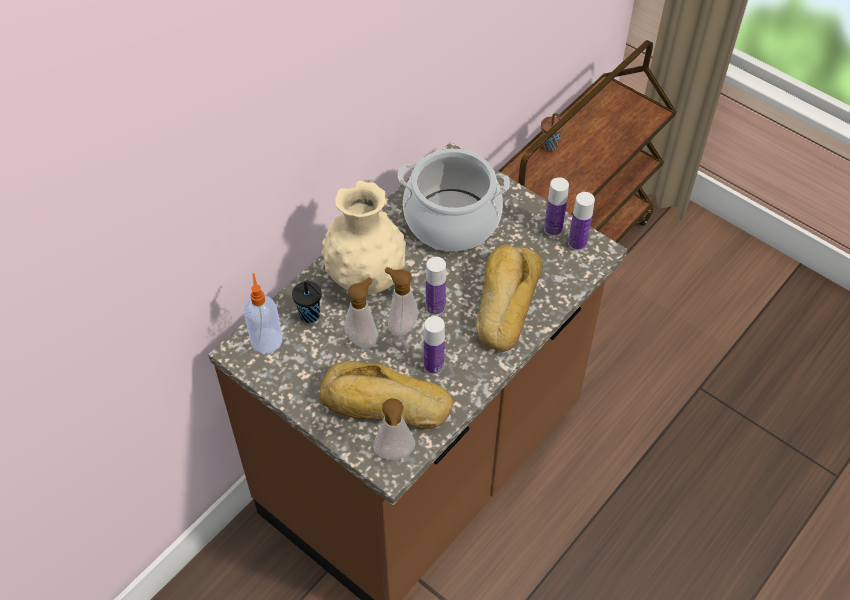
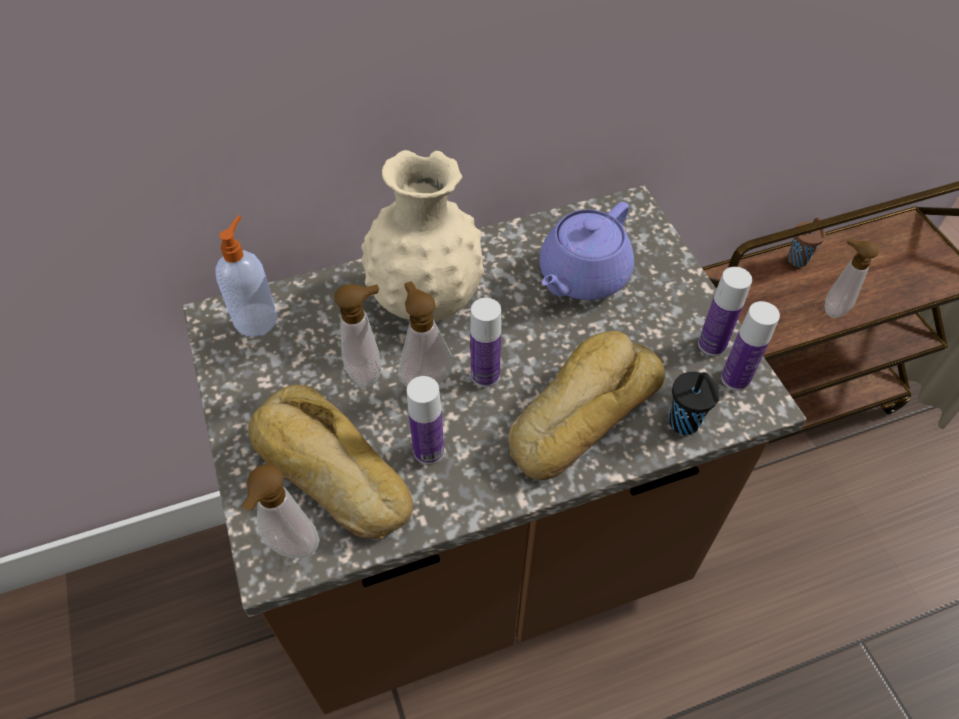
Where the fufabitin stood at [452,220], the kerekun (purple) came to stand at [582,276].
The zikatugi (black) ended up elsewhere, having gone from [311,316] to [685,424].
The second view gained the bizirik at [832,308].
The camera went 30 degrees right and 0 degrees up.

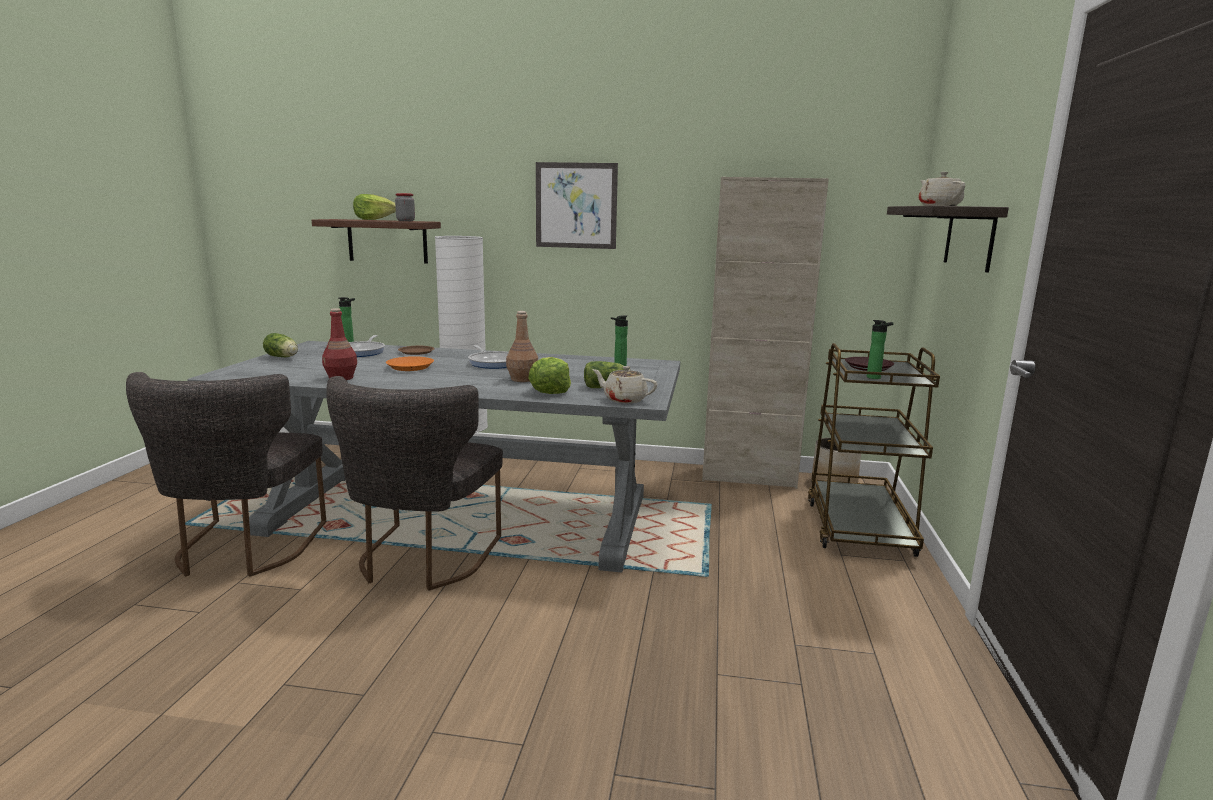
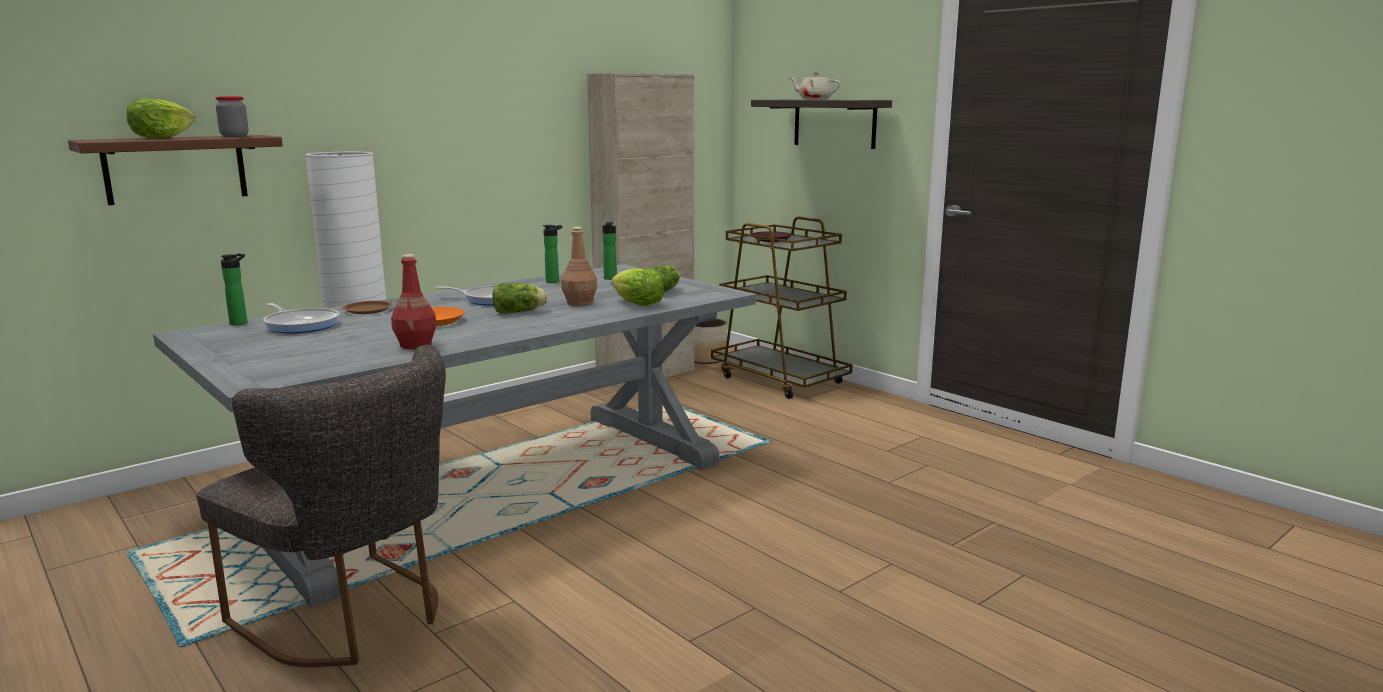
The second view lost the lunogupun at [576,205].
The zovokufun ended up elsewhere, having gone from [875,378] to [554,281].
The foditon ended up elsewhere, having gone from [283,357] to [521,312].
The second view lost the kerekun (beige) at [624,399].
The second view lost the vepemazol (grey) at [422,560].
The camera went 50 degrees left and 0 degrees up.

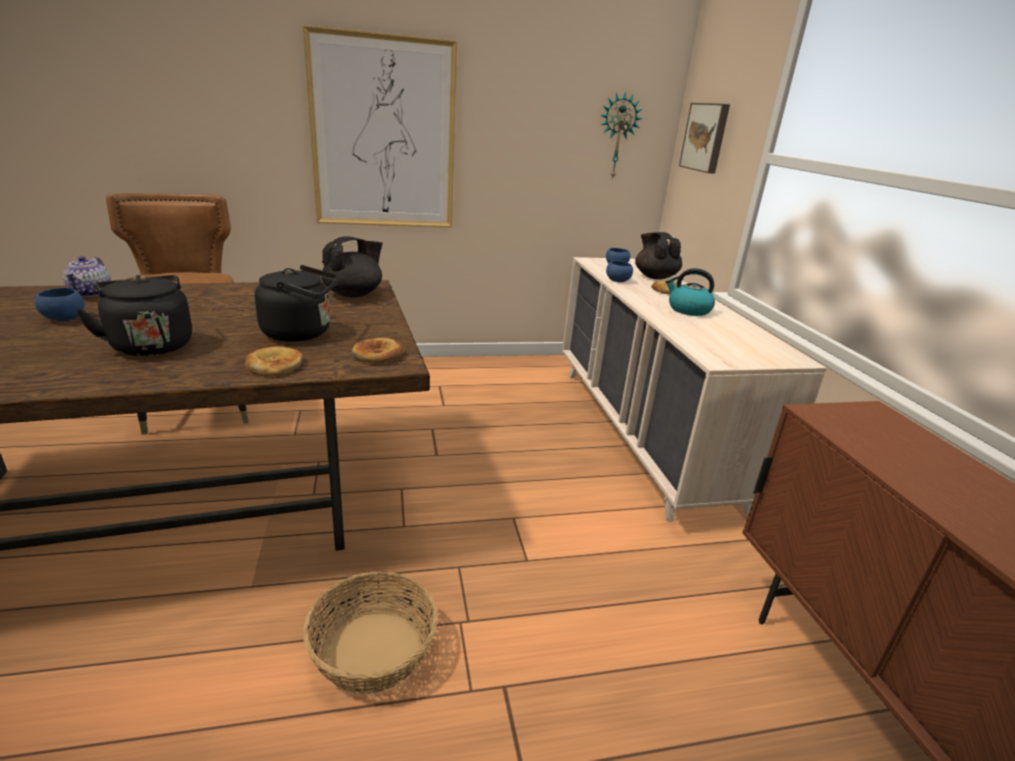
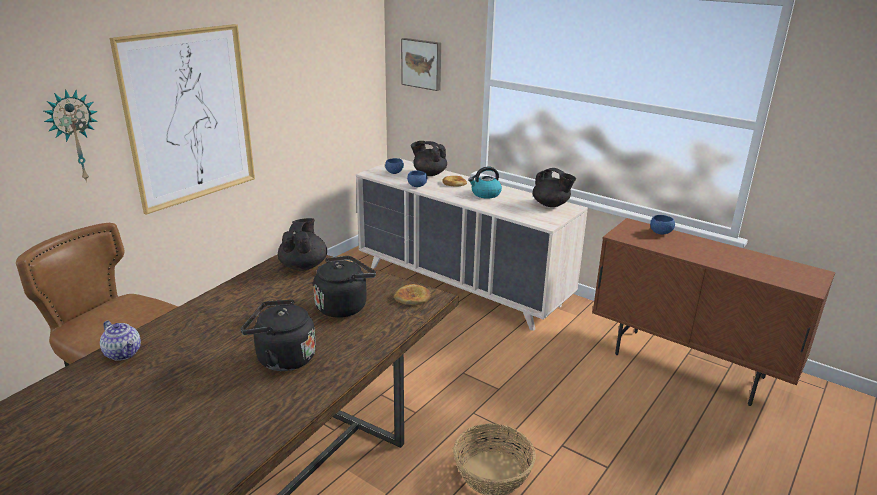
The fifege ended up elsewhere, having gone from [617,136] to [74,136].
The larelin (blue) ended up elsewhere, having gone from [64,319] to [660,233].
The second view lost the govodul at [274,365].
The second view gained the kerekun (black) at [551,205].
The camera went 40 degrees left and 0 degrees up.

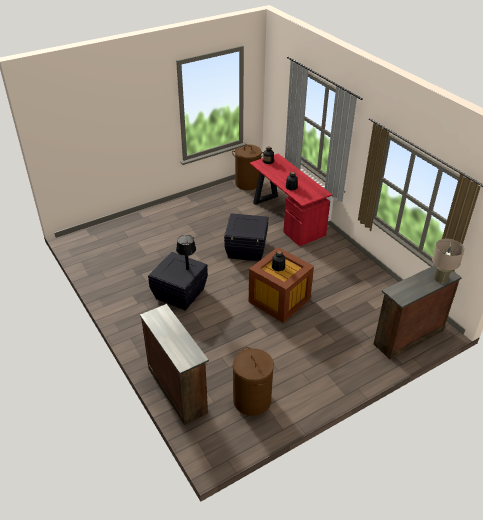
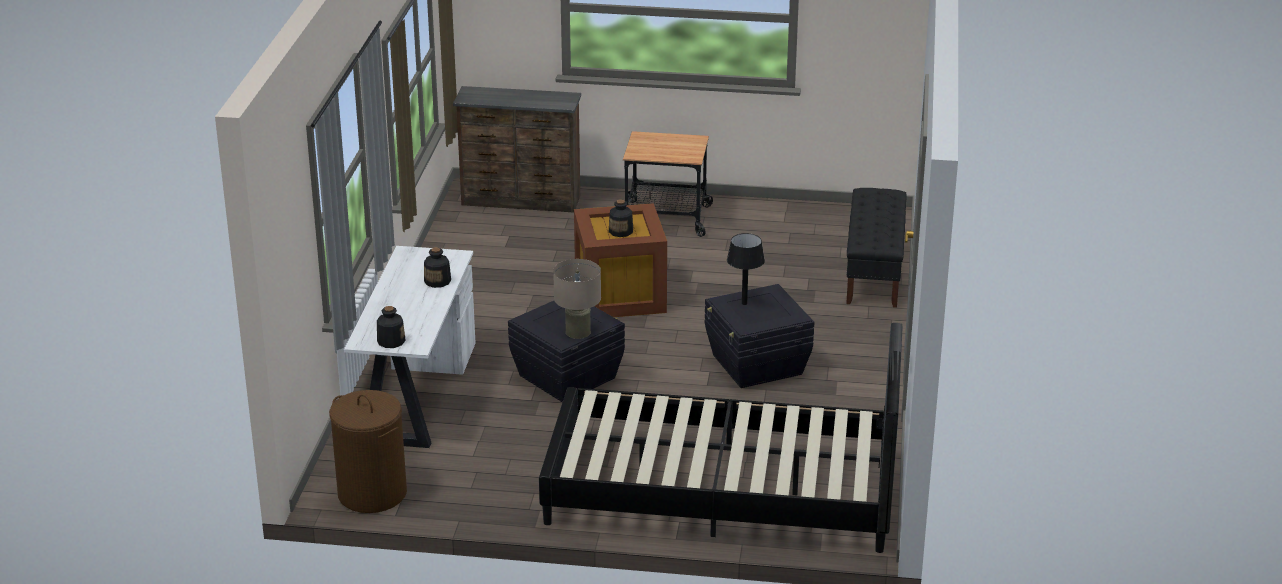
What was the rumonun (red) at [286,218] turned into the rumonun (white) at [416,393].
The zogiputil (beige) ended up elsewhere, having gone from [440,278] to [578,332].
Where the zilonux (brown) stood at [178,389], the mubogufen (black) came to stand at [874,272].
The second view lost the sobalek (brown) at [252,400].
The second view gained the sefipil at [665,218].
The second view gained the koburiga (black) at [721,492].
The camera went 140 degrees left and 10 degrees down.

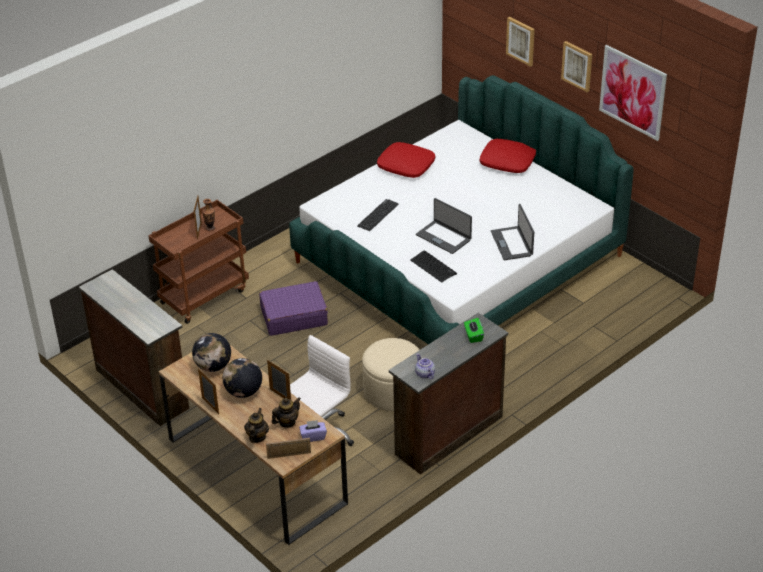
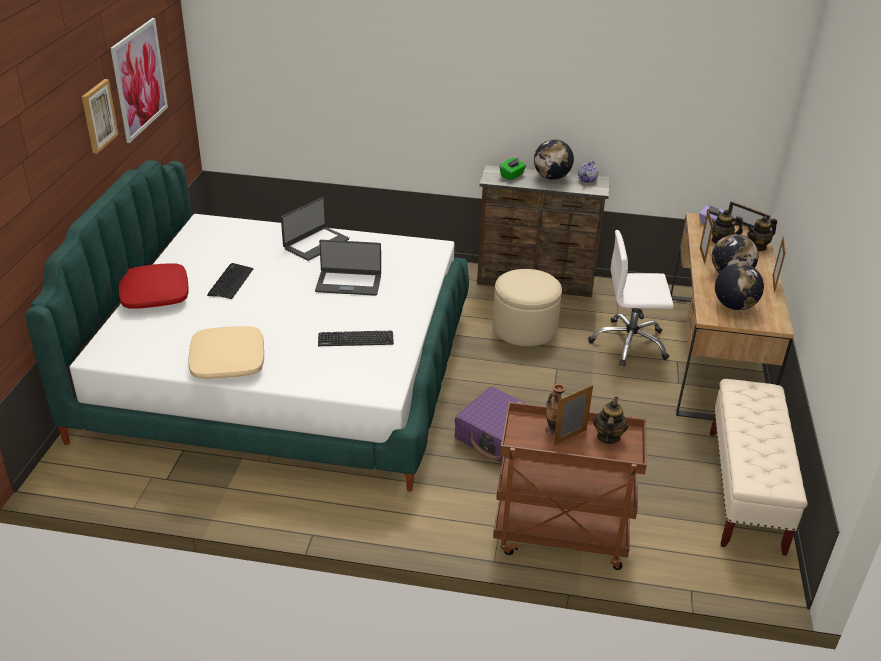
The second view lost the lunogupun at [521,41].
What was the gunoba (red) at [406,166] turned into the gunoba (beige) at [227,361].
The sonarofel at [444,237] ended up facing another way, 90 degrees clockwise from before.
The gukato ended up elsewhere, having gone from [433,267] to [230,282].
Where the zilonux (brown) stood at [143,387], the mubogufen (beige) came to stand at [745,491].
The second view gained the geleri at [551,177].
The second view gained the kerekun at [608,437].
The camera went 130 degrees left and 5 degrees down.

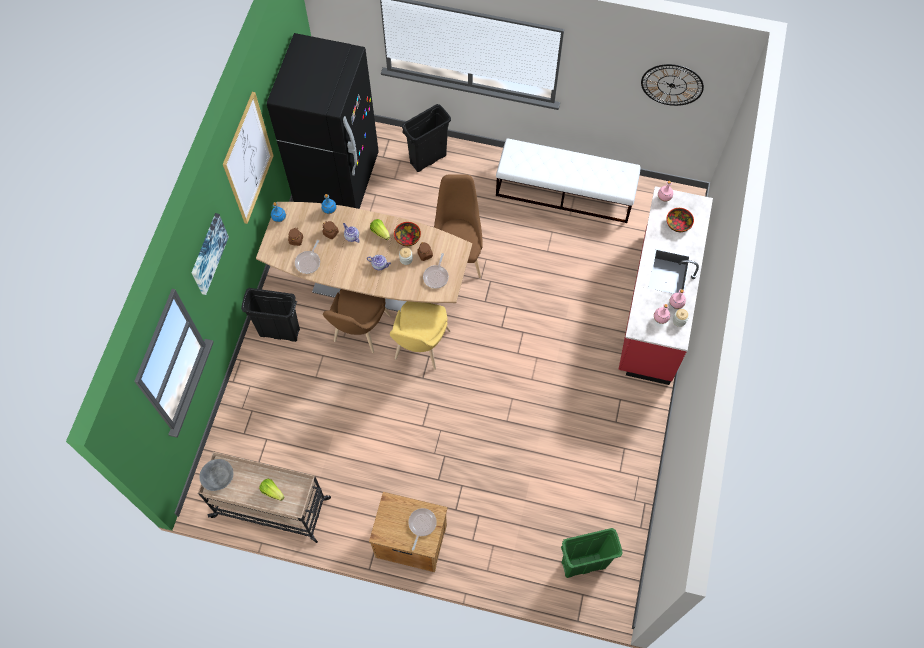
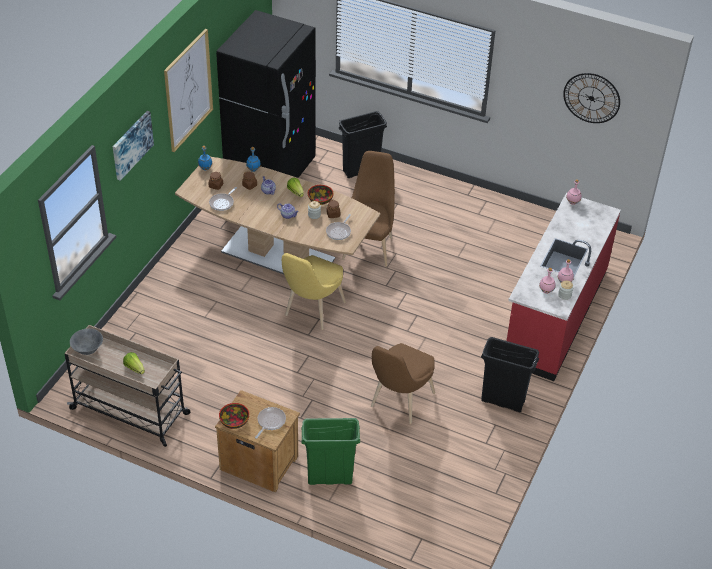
The second view lost the mubogufen (white) at [565,192].
The larelin ended up elsewhere, having gone from [678,224] to [234,421].
The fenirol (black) ended up elsewhere, having gone from [279,332] to [502,401].
The vepemazol (brown) ended up elsewhere, having gone from [359,331] to [399,402].
The fenirol (green) ended up elsewhere, having gone from [583,565] to [329,478].
The camera went 10 degrees right and 20 degrees down.

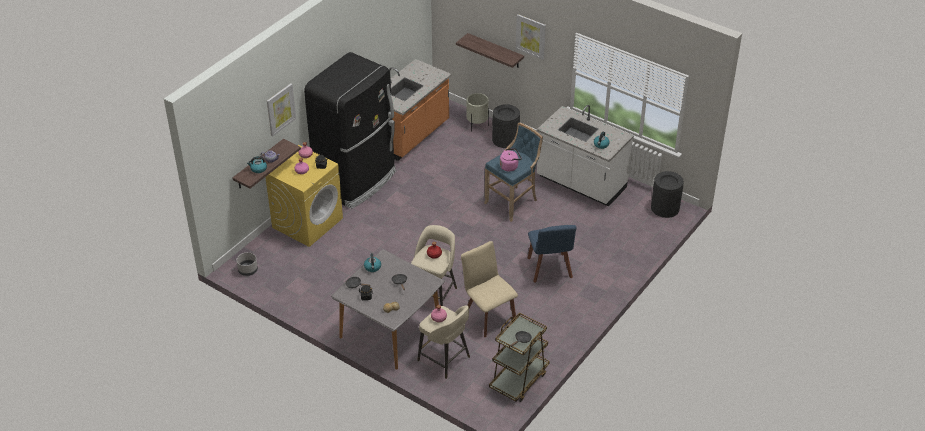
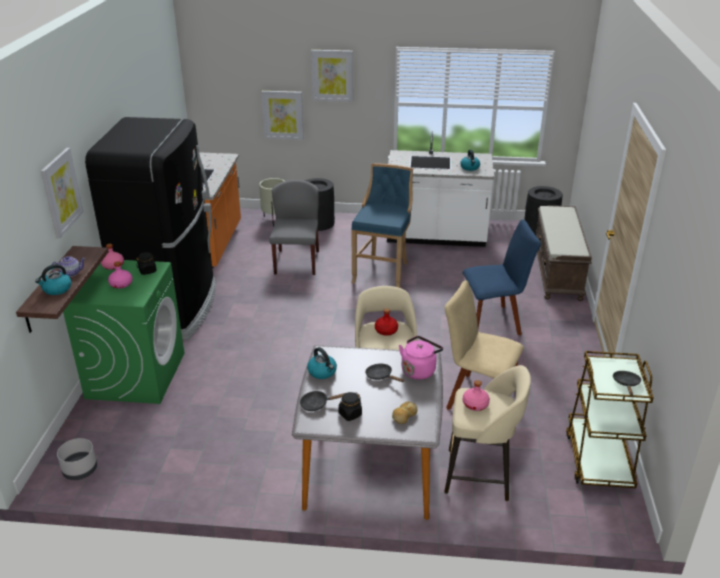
Where the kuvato hung at [495,51], the lunogupun came to hang at [283,115].
What was the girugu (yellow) at [307,222] turned into the girugu (green) at [136,375].
The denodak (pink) ended up elsewhere, having gone from [510,166] to [419,370].
The vepemazol (blue) at [550,269] ended up facing another way, 60 degrees counterclockwise from before.
The second view gained the vepemazol (grey) at [296,262].
The second view gained the mubogufen (brown) at [558,271].
The camera went 30 degrees left and 10 degrees down.

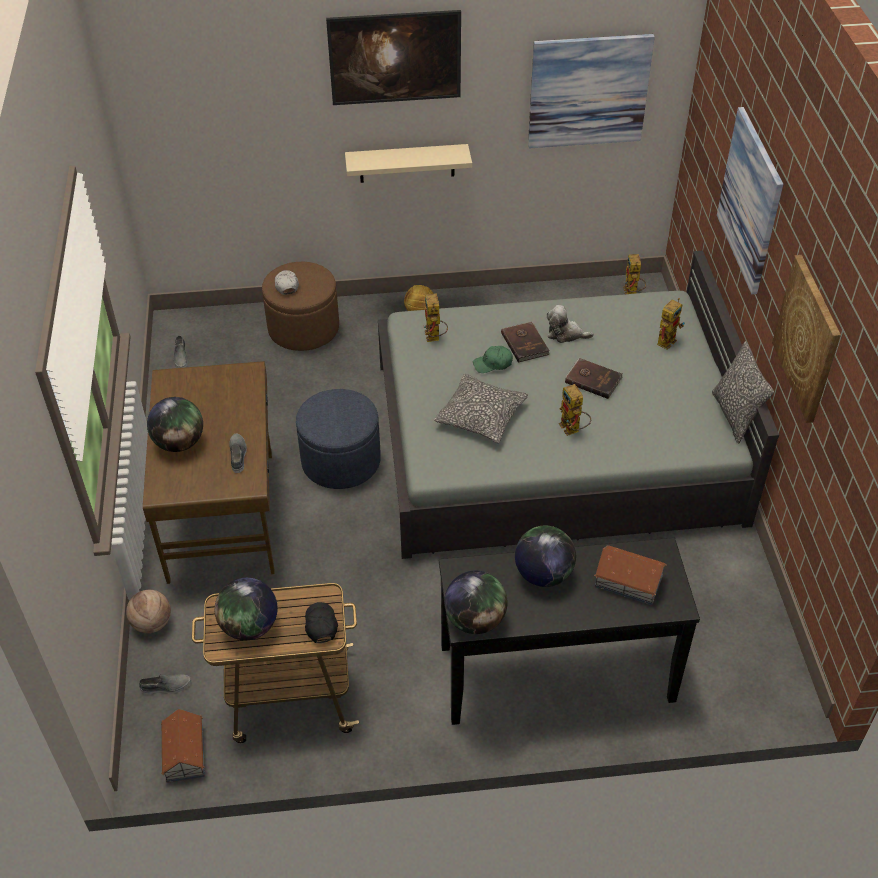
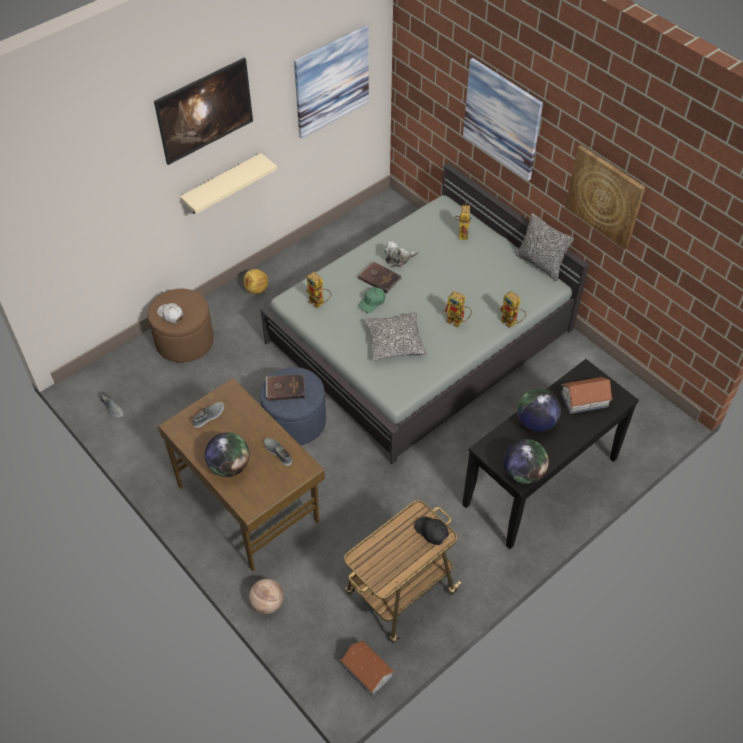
The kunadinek ended up elsewhere, having gone from [632,293] to [511,323].
The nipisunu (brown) ended up elsewhere, having gone from [593,379] to [285,388].
The second view lost the geleri at [249,626].
The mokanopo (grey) ended up elsewhere, having gone from [166,686] to [209,416].
The camera went 35 degrees left and 5 degrees up.

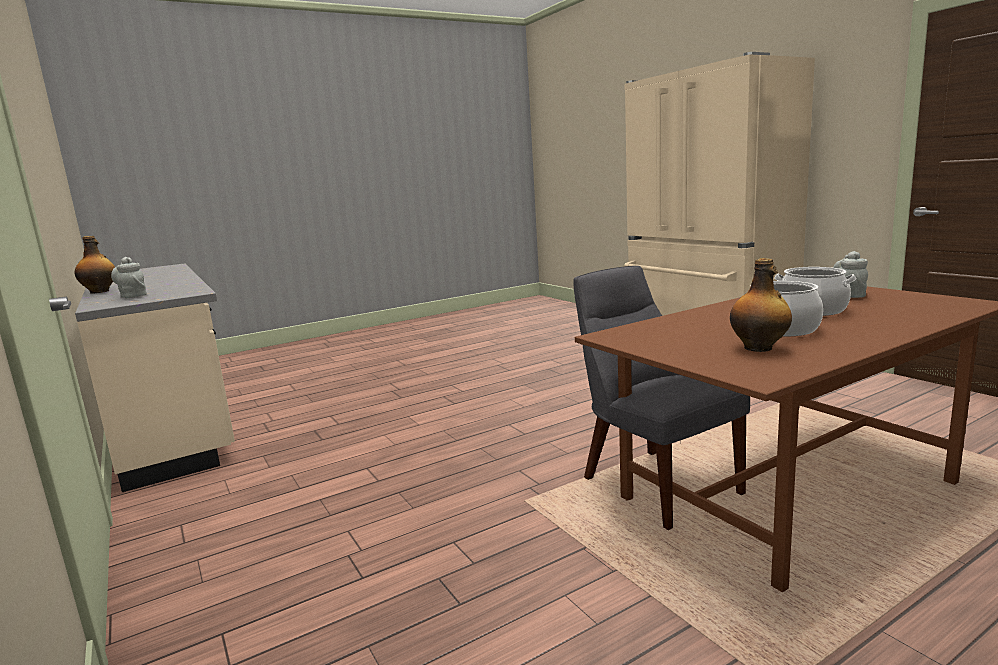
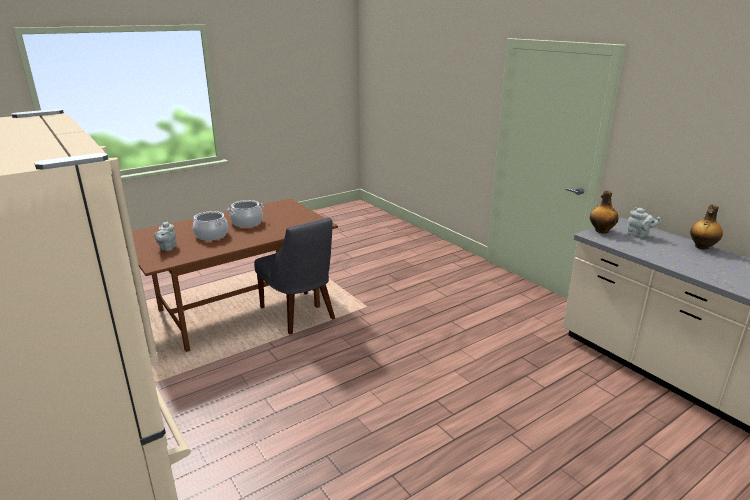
The zovokufun ended up elsewhere, having gone from [759,348] to [601,231].
The camera went 175 degrees right and 10 degrees up.

